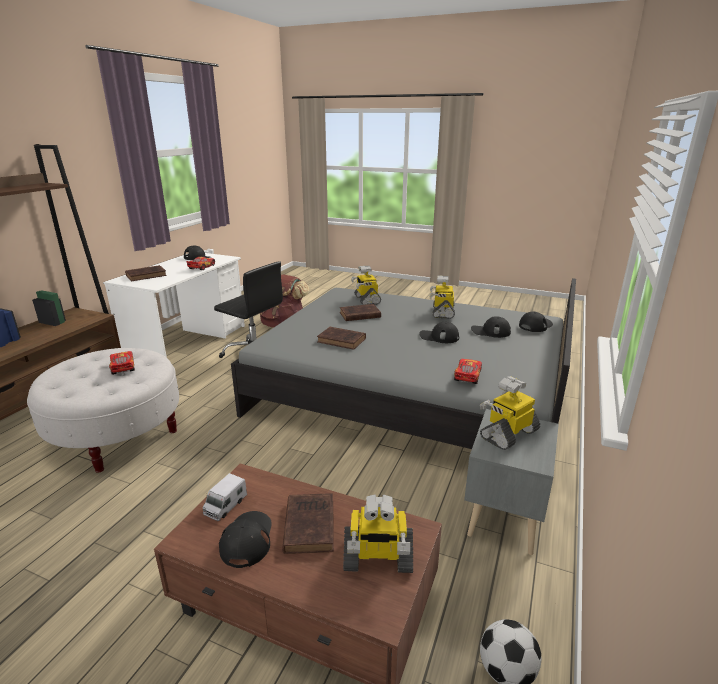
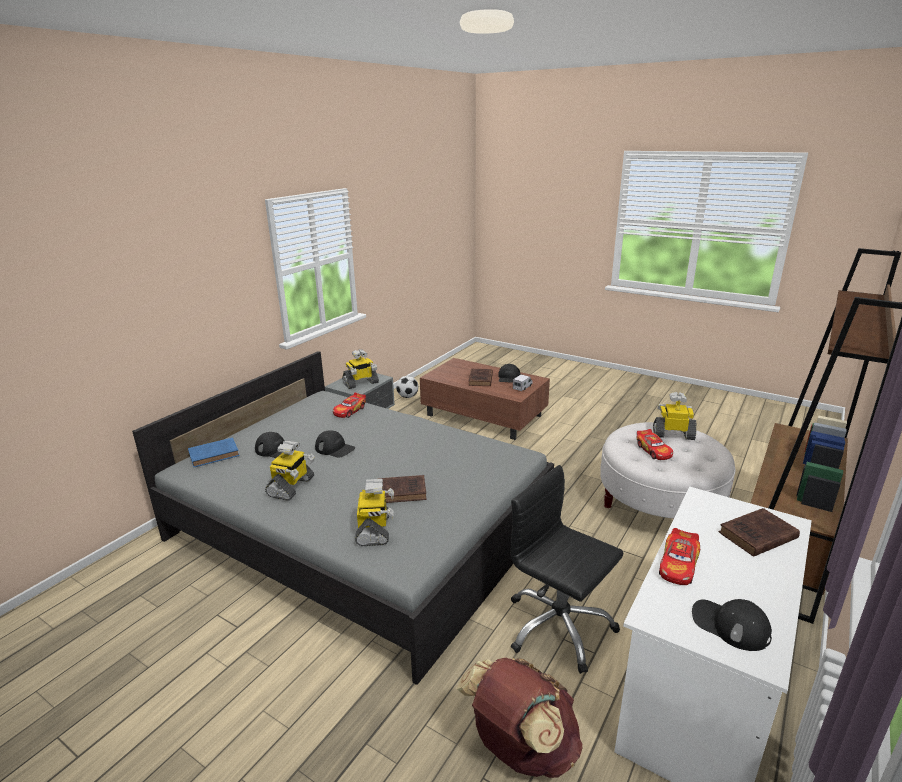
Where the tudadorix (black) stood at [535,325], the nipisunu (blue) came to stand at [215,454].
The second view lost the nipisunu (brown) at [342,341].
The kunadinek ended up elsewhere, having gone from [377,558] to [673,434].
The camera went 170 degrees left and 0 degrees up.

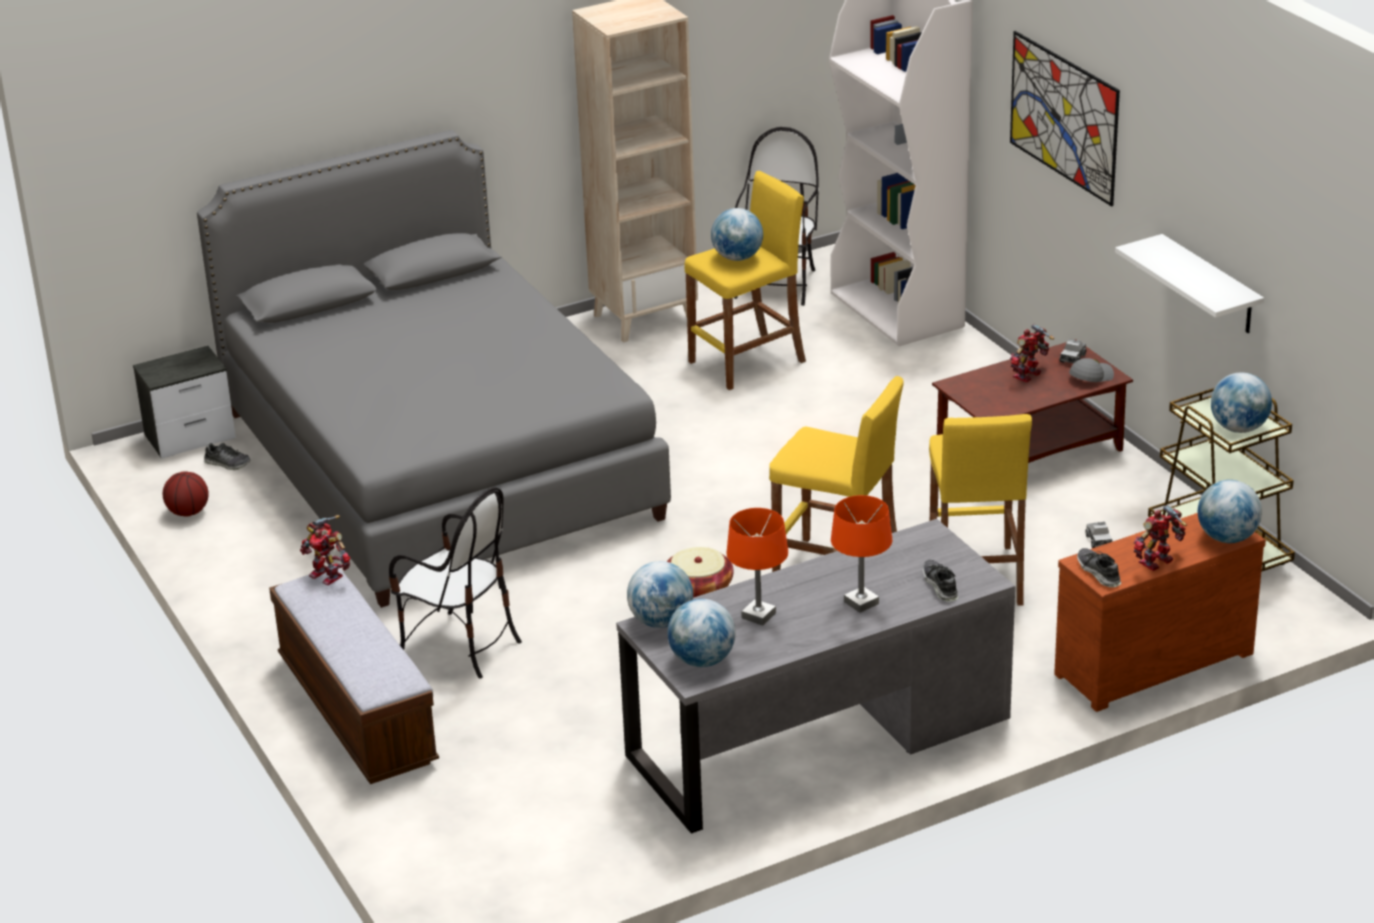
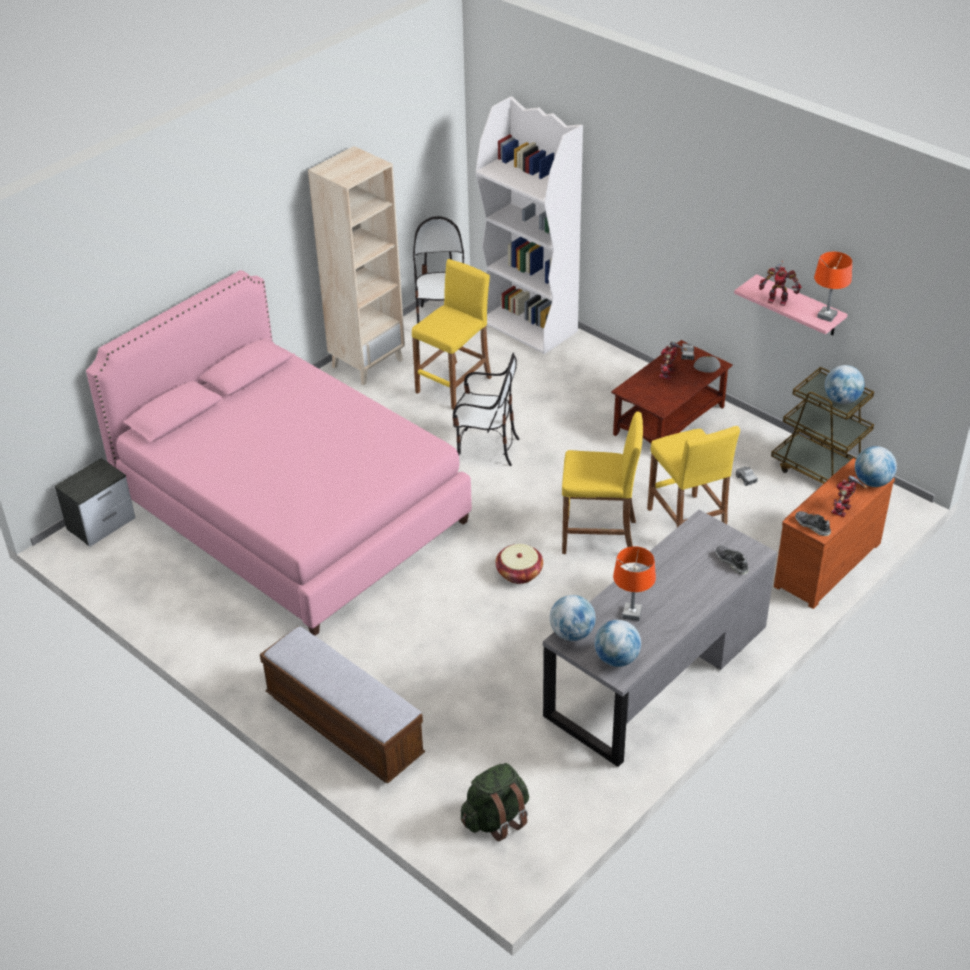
The second view lost the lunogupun at [1063,117].
What was the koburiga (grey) at [439,465] turned into the koburiga (pink) at [291,510].
The second view lost the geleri at [737,258].
What was the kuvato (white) at [1210,285] turned into the kuvato (pink) at [799,306].
The second view lost the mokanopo at [227,464].
The second view lost the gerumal at [188,512].
The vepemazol ended up elsewhere, having gone from [459,647] to [485,449].
The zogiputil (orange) ended up elsewhere, having gone from [861,603] to [827,316].
The kunadinek ended up elsewhere, having gone from [328,575] to [778,299].
The second view gained the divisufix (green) at [496,819].
The camera went 20 degrees left and 10 degrees up.

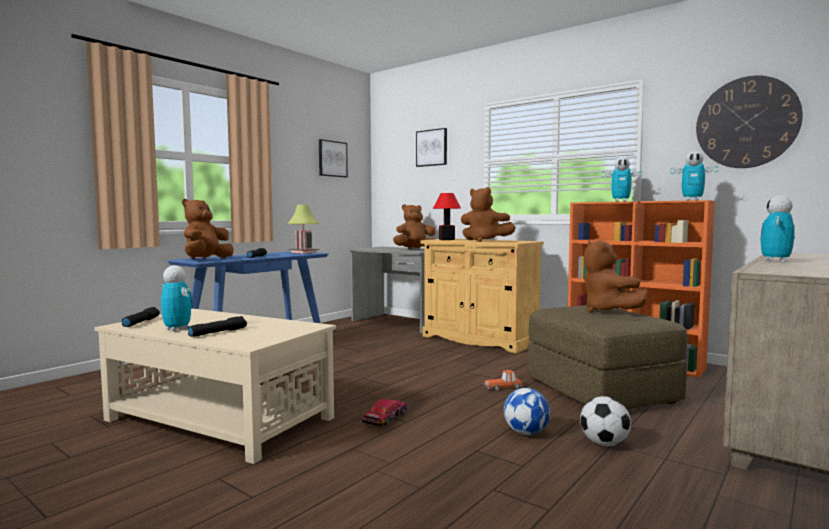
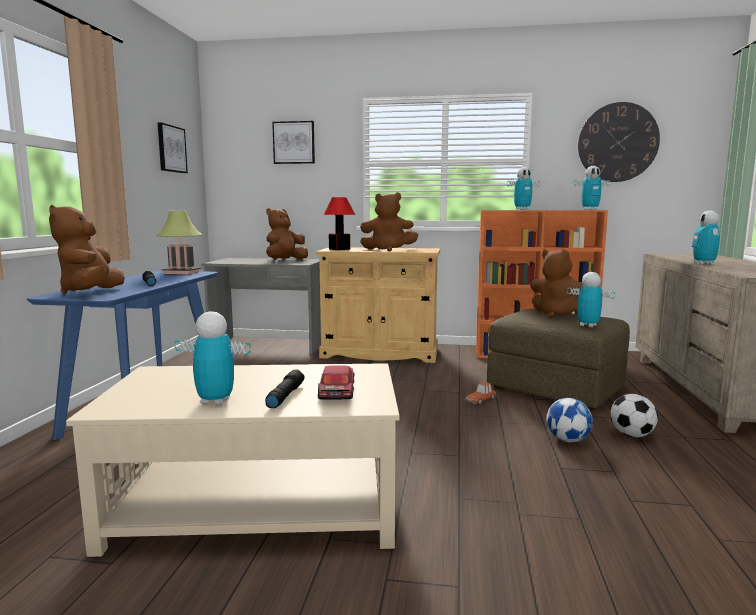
The second view lost the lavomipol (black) at [140,322].
The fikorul ended up elsewhere, having gone from [385,418] to [336,392].
The second view gained the kunadinek at [587,325].
The camera went 30 degrees left and 5 degrees up.

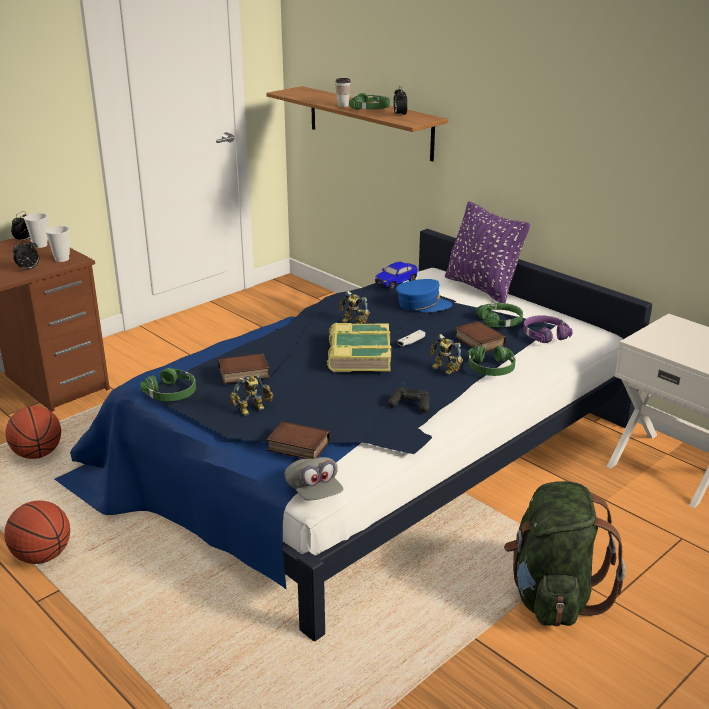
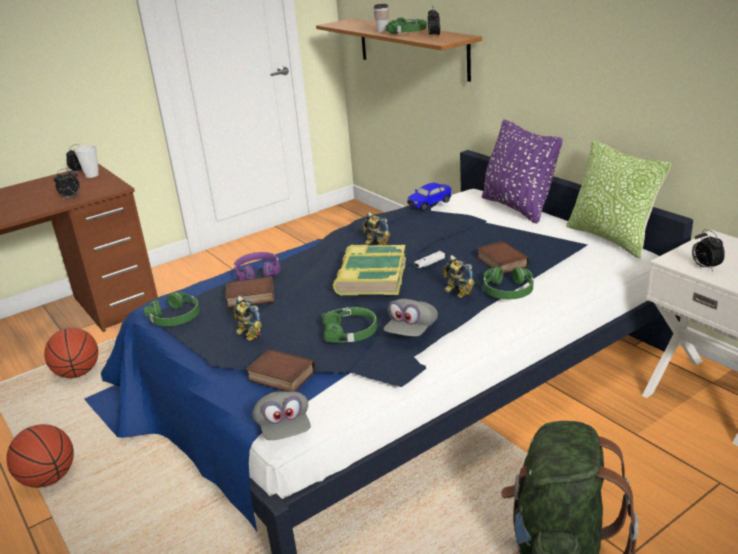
The second view lost the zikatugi at [62,259].
The second view lost the tudadorix (blue) at [422,305].
The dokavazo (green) ended up elsewhere, having gone from [500,321] to [350,332].
The dokavazo (purple) ended up elsewhere, having gone from [544,335] to [257,272].
The kunadinek at [253,410] ended up facing another way, 75 degrees clockwise from before.
Where the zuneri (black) stood at [410,405], the tudadorix (grey) came to stand at [411,331].
The second view gained the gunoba at [611,238].
The second view gained the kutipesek at [705,267].
The camera went 10 degrees right and 0 degrees up.

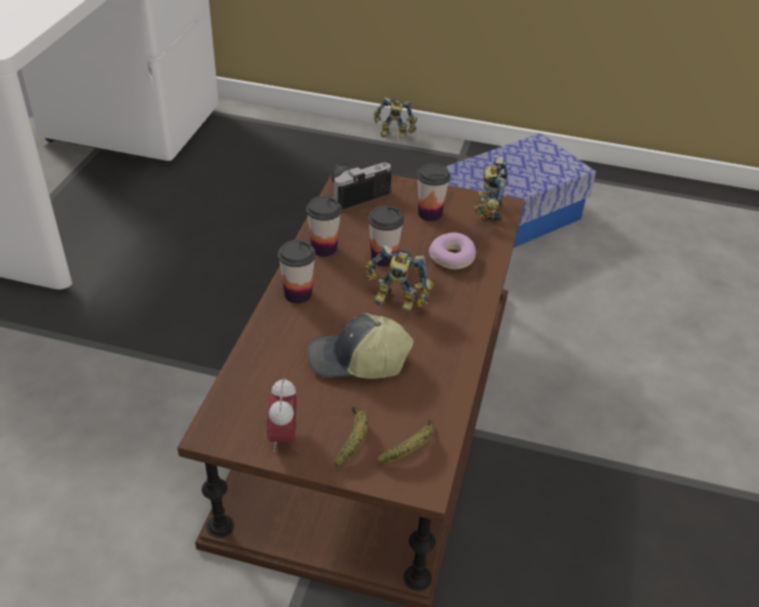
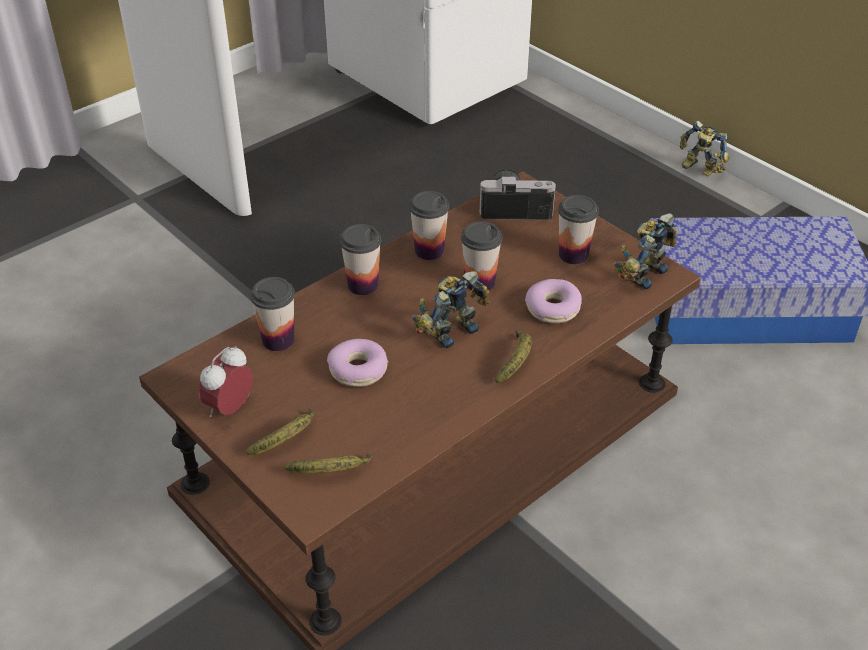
The kunadinek at [396,302] ended up facing another way, 90 degrees clockwise from before.
Where the tudadorix stood at [357,361], the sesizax came to stand at [358,370].
The second view gained the zikatugi at [278,340].
The second view gained the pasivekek at [515,362].
The camera went 35 degrees right and 0 degrees up.

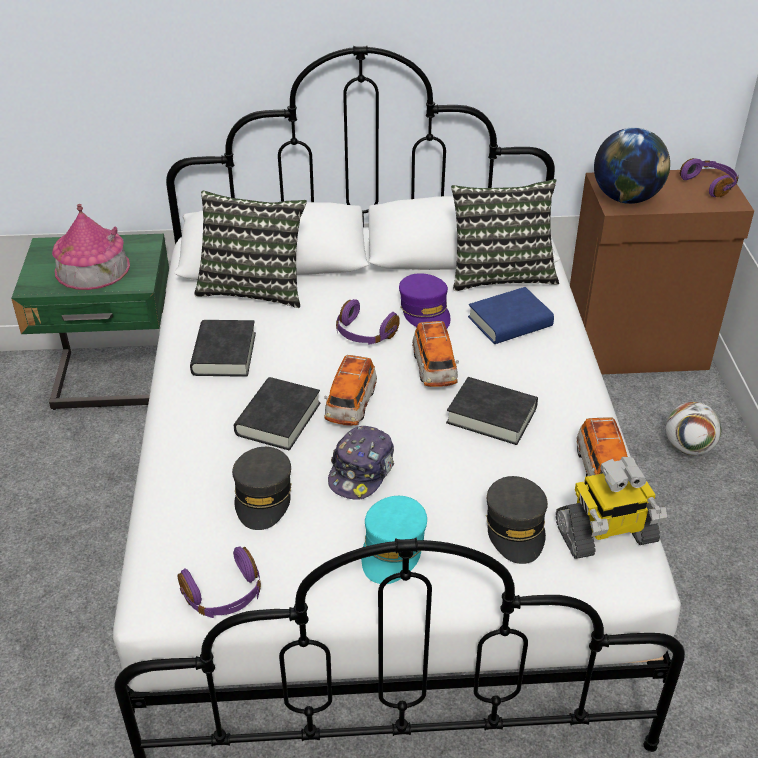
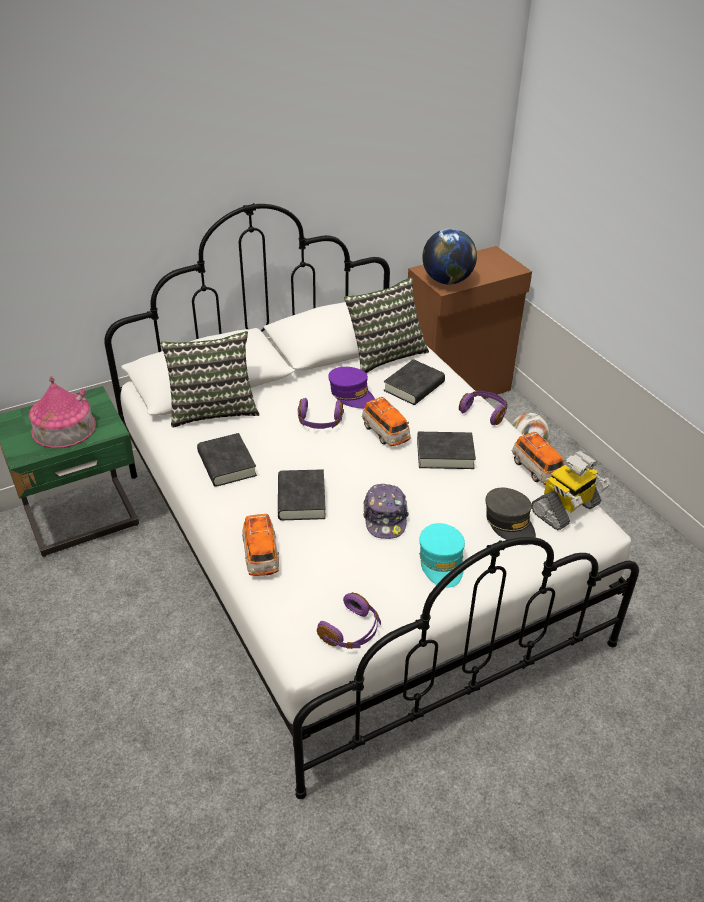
The dokavazo (purple) ended up elsewhere, having gone from [710,184] to [484,412].
What was the nipisunu (blue) at [510,322] turned into the nipisunu (black) at [414,387].
The fikorul ended up elsewhere, having gone from [351,405] to [261,556].
The second view lost the tudadorix (grey) at [263,496].
The camera went 25 degrees left and 0 degrees up.

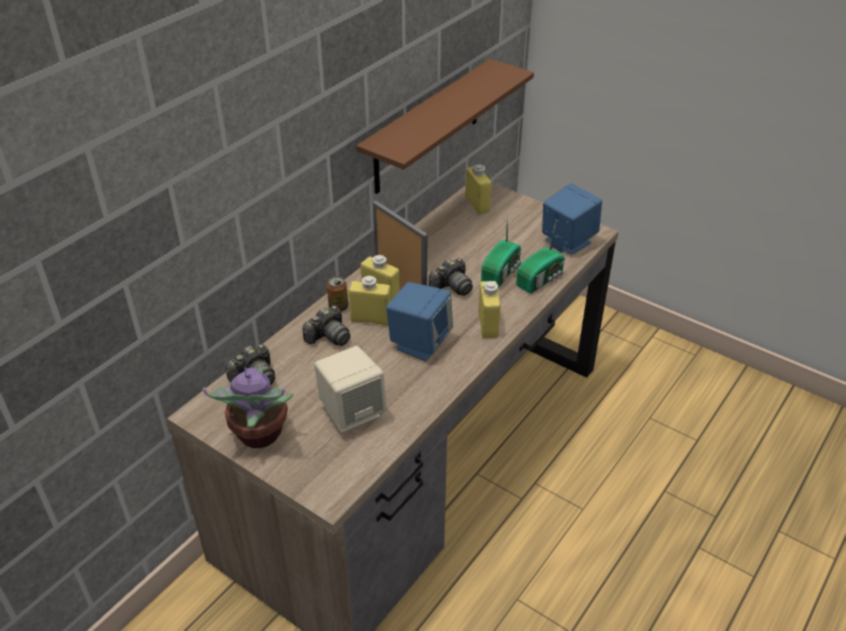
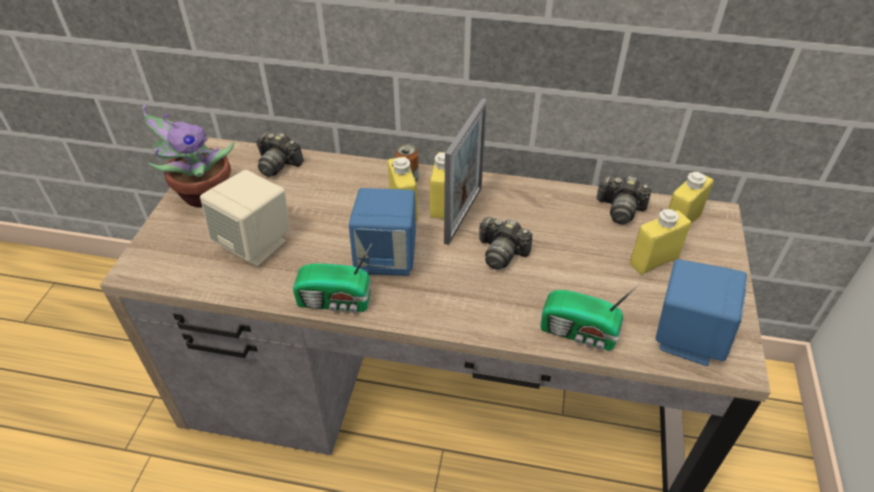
The second view lost the kuvato (brown) at [427,127].
The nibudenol ended up elsewhere, having gone from [502,272] to [336,301].
The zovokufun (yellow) ended up elsewhere, having gone from [488,325] to [653,261].
The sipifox ended up elsewhere, having gone from [328,337] to [620,209].
The camera went 65 degrees right and 5 degrees up.

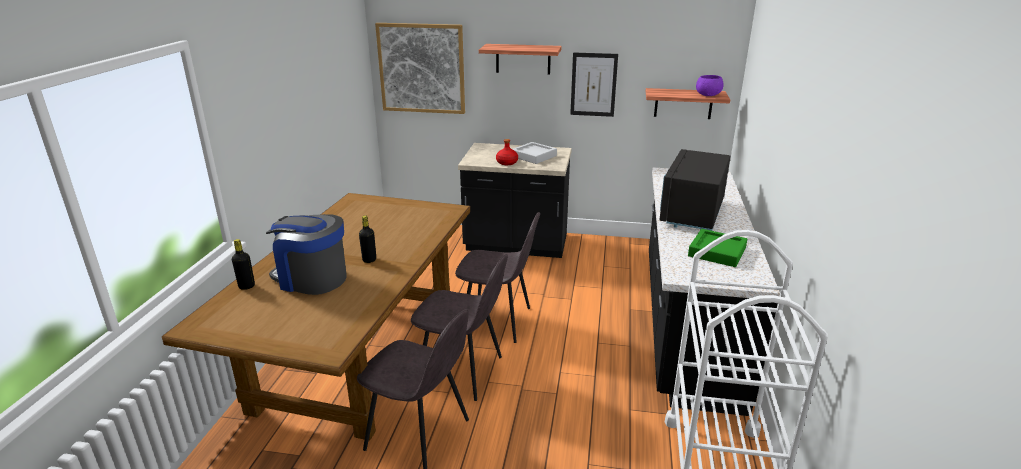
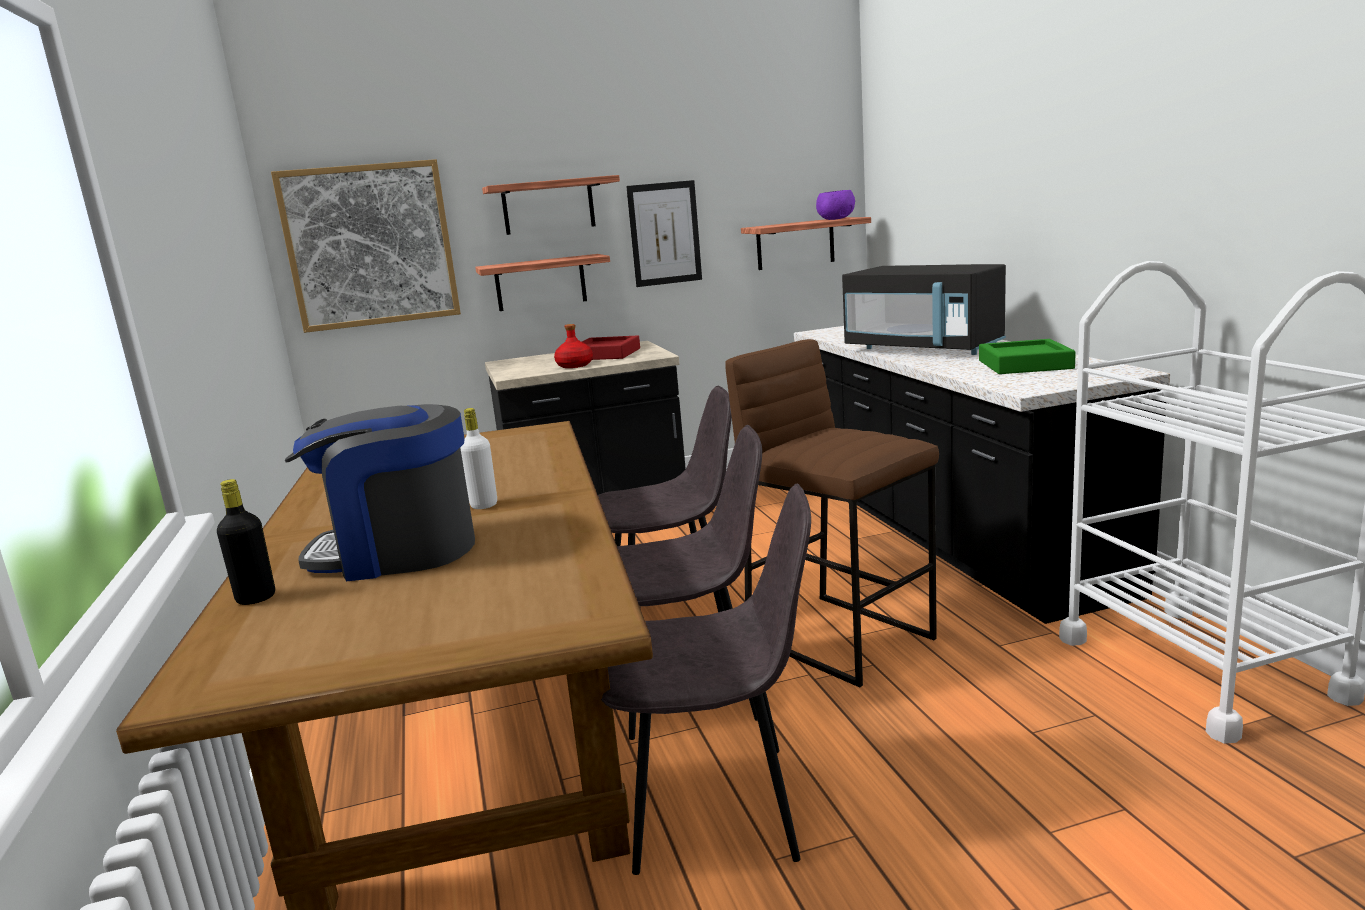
What was the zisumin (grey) at [534,156] turned into the zisumin (red) at [606,354].
The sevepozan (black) at [691,213] ended up facing another way, 45 degrees counterclockwise from before.
What was the zovokufun (black) at [369,260] turned into the zovokufun (white) at [484,505].
The second view gained the kuvato at [540,283].
The second view gained the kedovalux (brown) at [840,637].
The camera went 25 degrees left and 10 degrees down.

